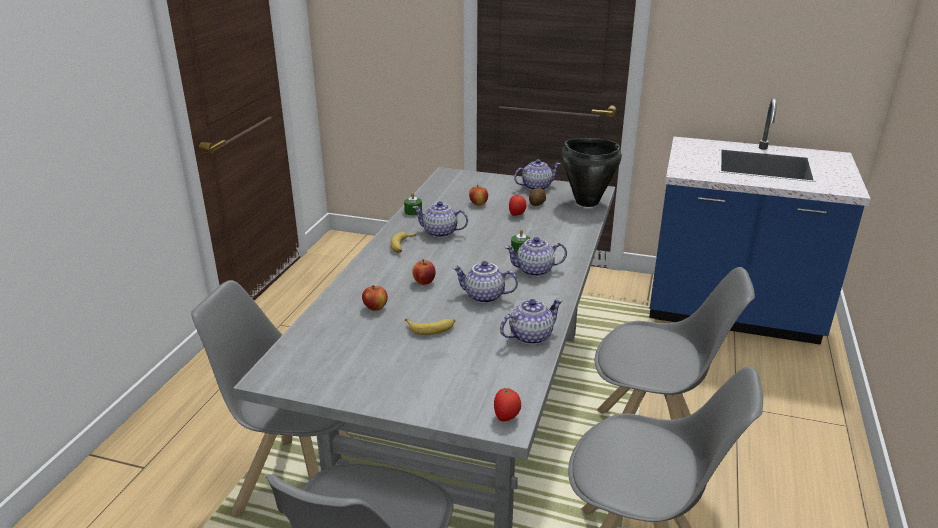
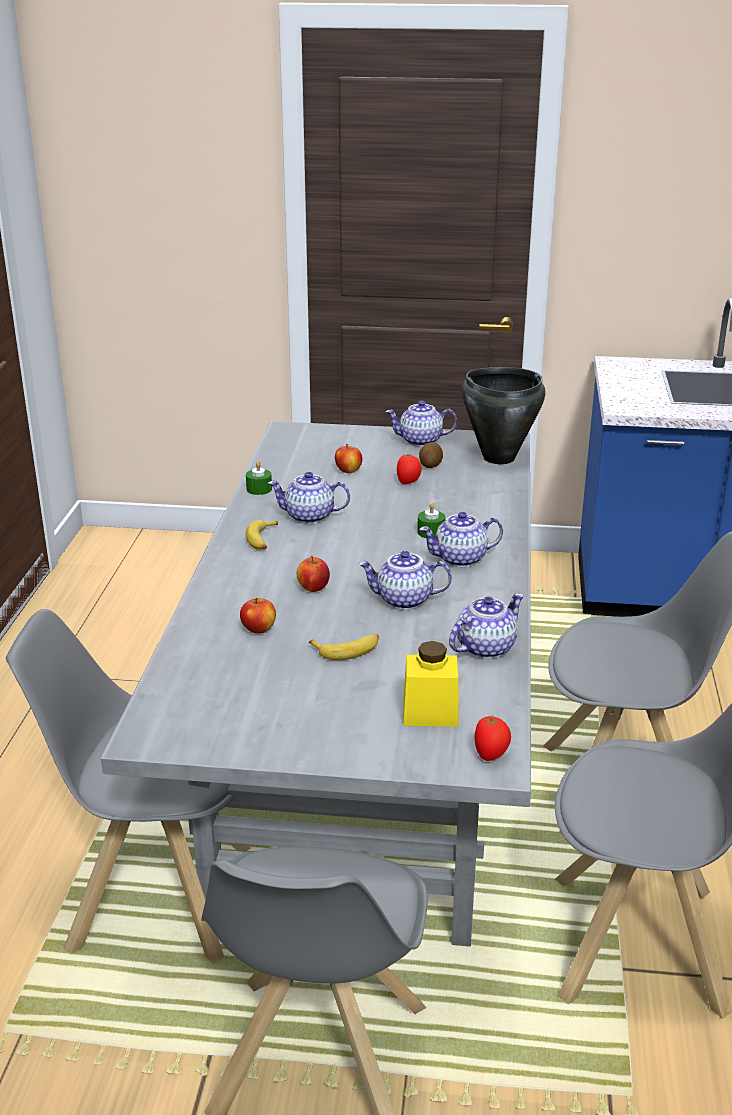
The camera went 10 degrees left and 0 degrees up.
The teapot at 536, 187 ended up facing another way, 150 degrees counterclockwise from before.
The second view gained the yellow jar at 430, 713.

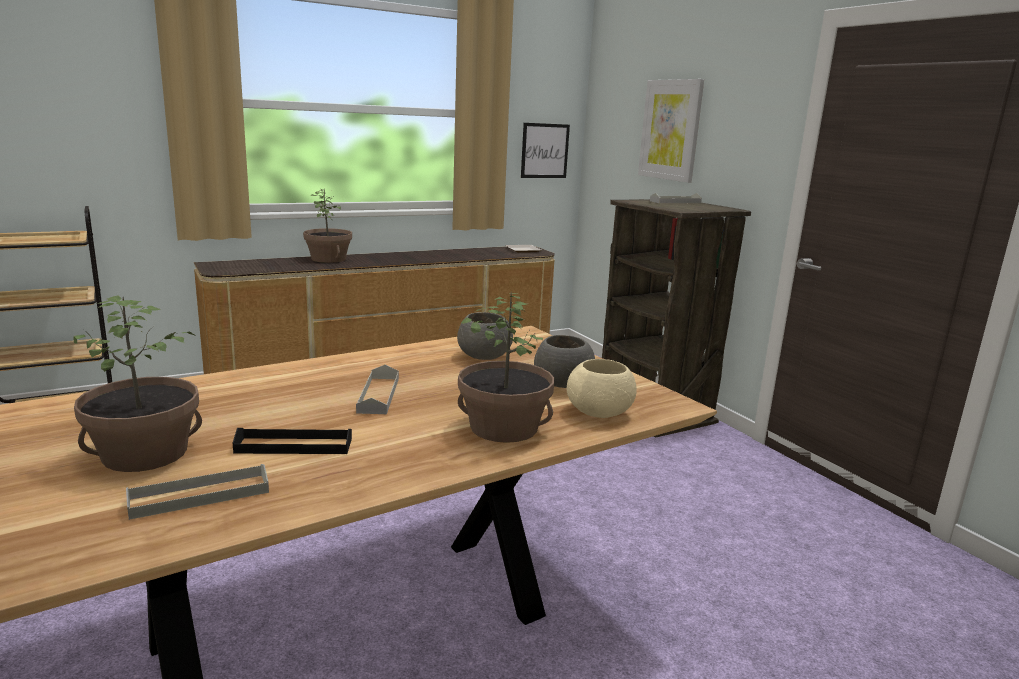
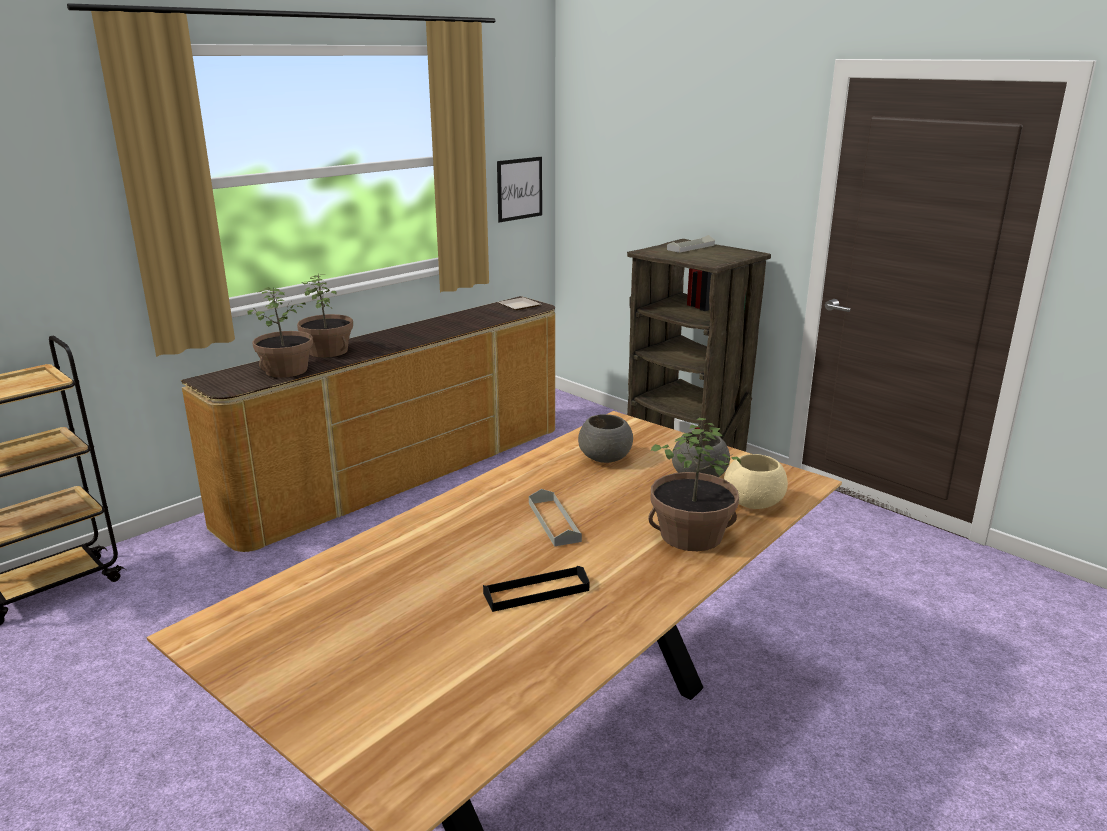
The camera went 15 degrees left and 5 degrees up.
The second view lost the picture at 670, 130.
The potted plant ended up elsewhere, having gone from 145, 454 to 286, 370.
The second view lost the grey tray at 200, 495.

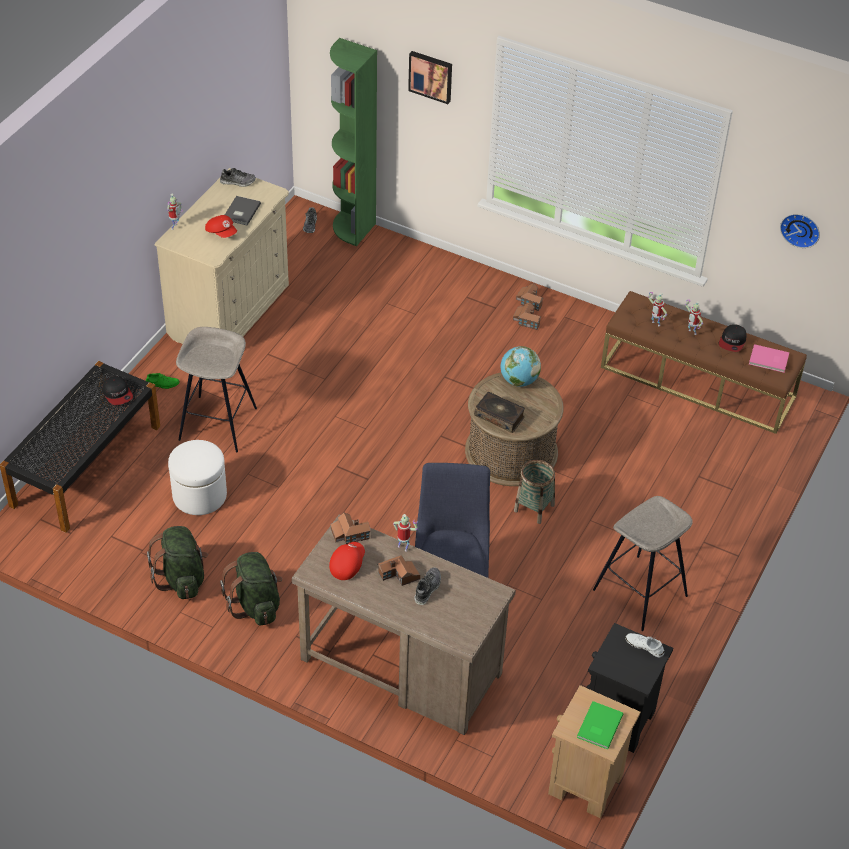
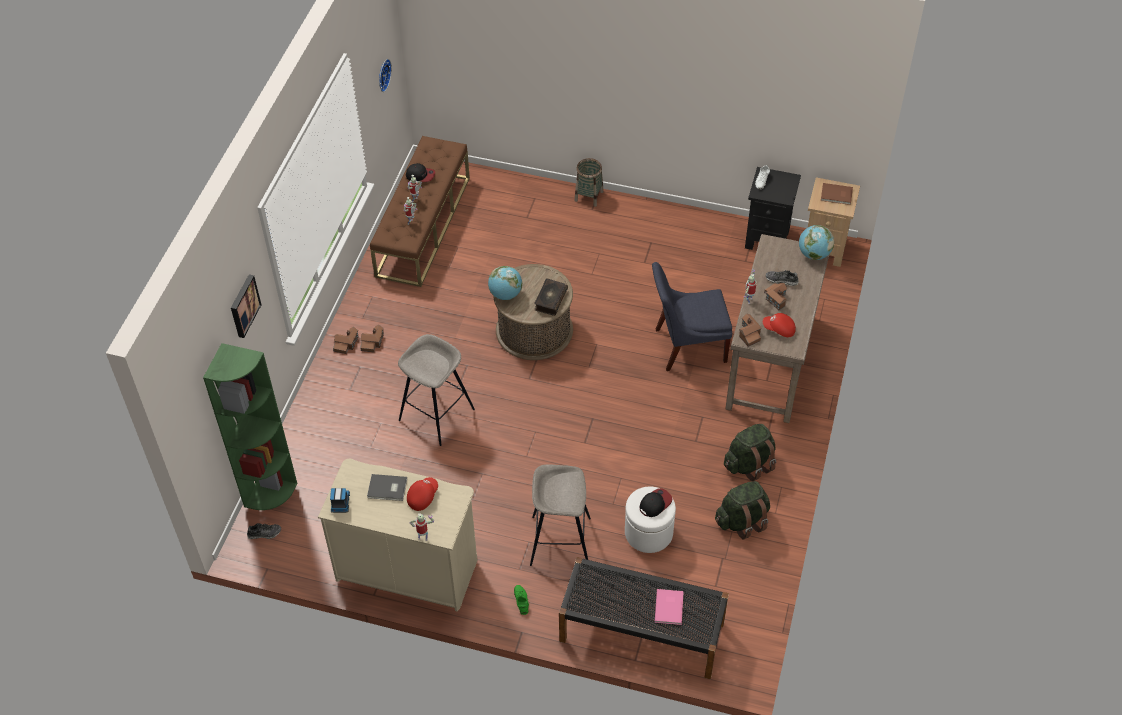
The camera went 100 degrees left and 5 degrees up.
Where the shoe stood at 238, 182, the toy truck came to stand at 340, 503.
The pink book ended up elsewhere, having gone from 769, 360 to 670, 607.
The cap ended up elsewhere, having gone from 117, 394 to 655, 503.
The basket ended up elsewhere, having gone from 534, 508 to 589, 196.
The grey stool ended up elsewhere, having gone from 640, 593 to 437, 415.
What was the green book at 598, 726 turned into the brown book at 837, 195.
The second view gained the globe at 814, 254.

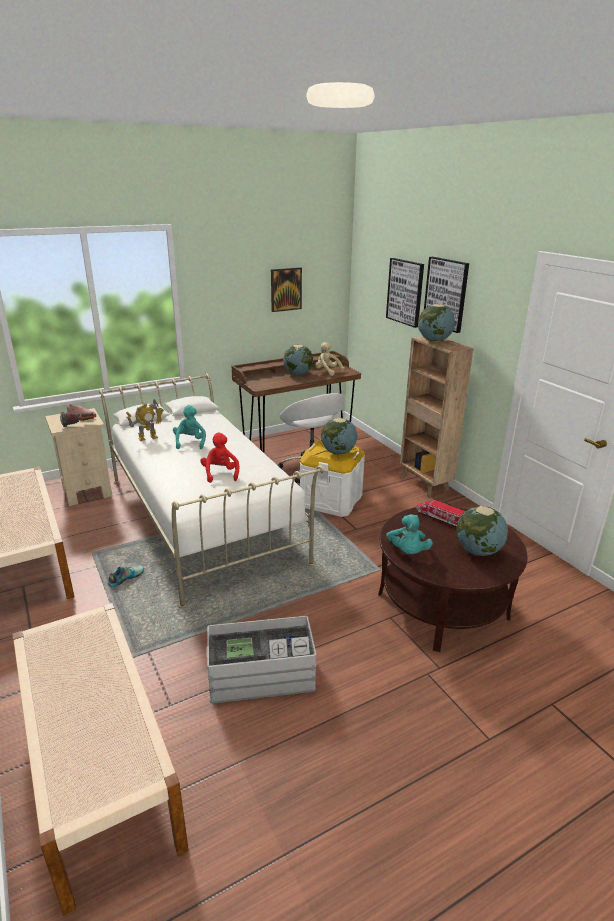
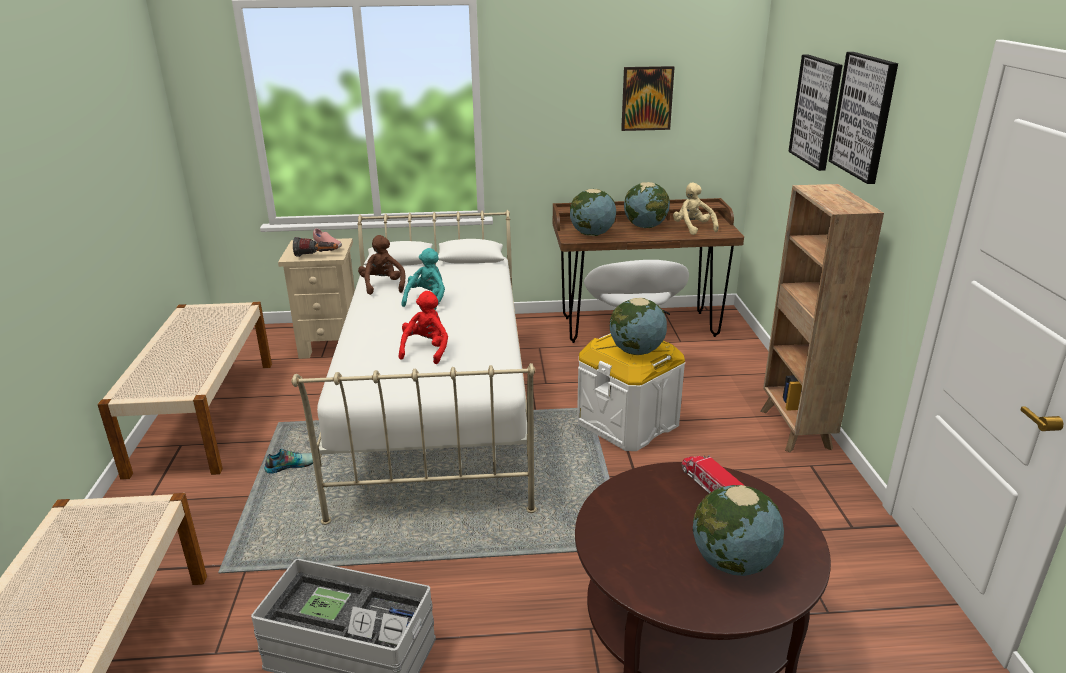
The camera went 25 degrees right and 0 degrees up.
The globe ended up elsewhere, having gone from 434, 341 to 592, 234.
Where the toy robot stood at 148, 438, the brown plush toy came to stand at 383, 286.
The second view lost the turquoise plush toy at 407, 552.

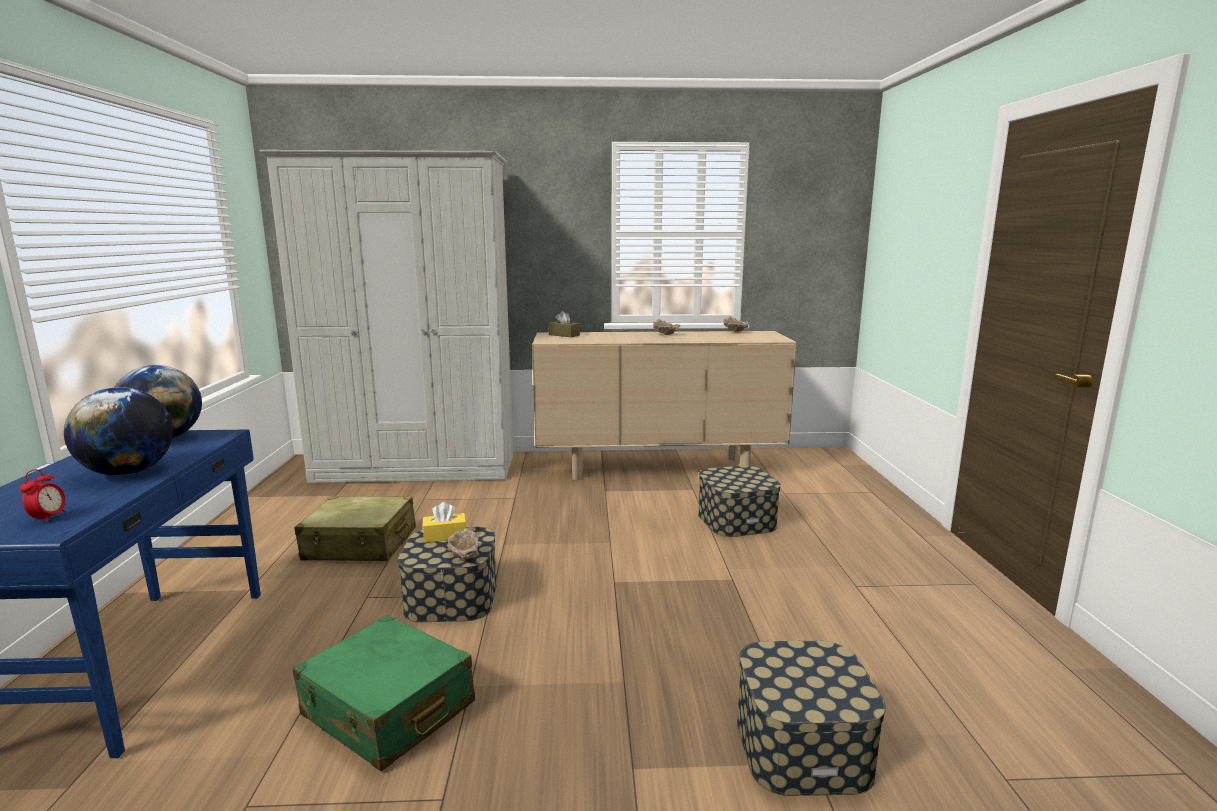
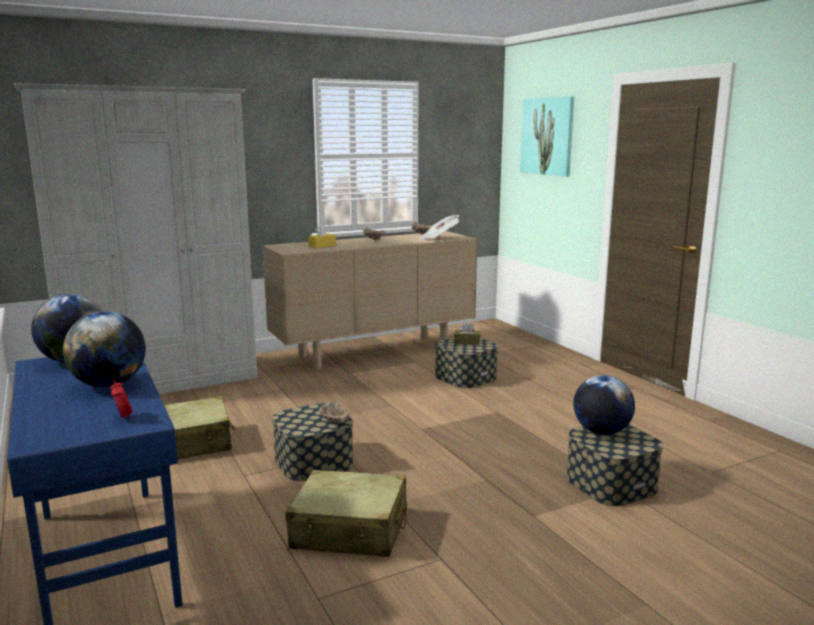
The camera went 25 degrees left and 0 degrees up.
The brown tissue box ended up elsewhere, having gone from 564, 335 to 467, 342.
The yellow tissue box ended up elsewhere, having gone from 445, 535 to 322, 246.
What was the green suitcase at 388, 710 turned into the beige suitcase at 350, 530.
The second view gained the picture at 547, 136.
The second view gained the newspaper at 439, 238.
The second view gained the globe at 601, 432.

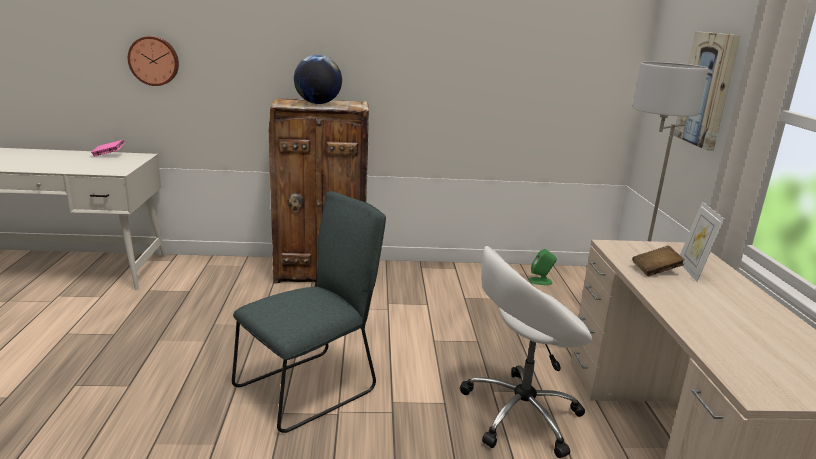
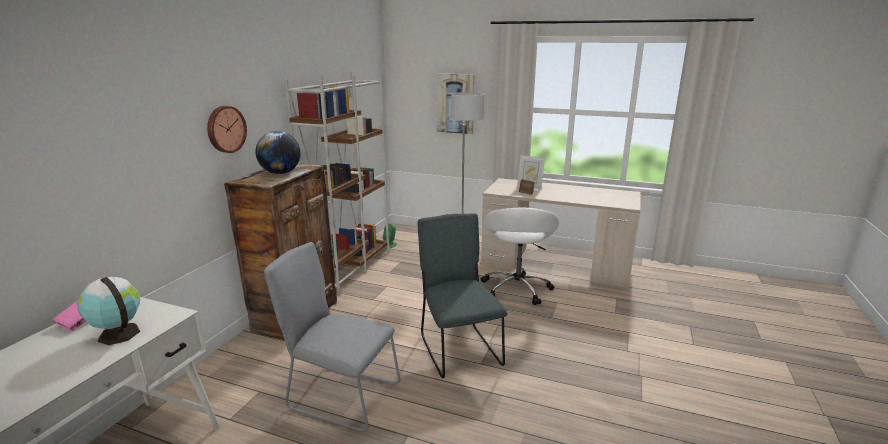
The camera went 65 degrees left and 0 degrees up.
The wall clock ended up elsewhere, having gone from 154, 61 to 225, 129.
The second view gained the brown bookcase at 351, 268.
The second view gained the grey chair at 340, 395.
The second view gained the globe at 118, 333.

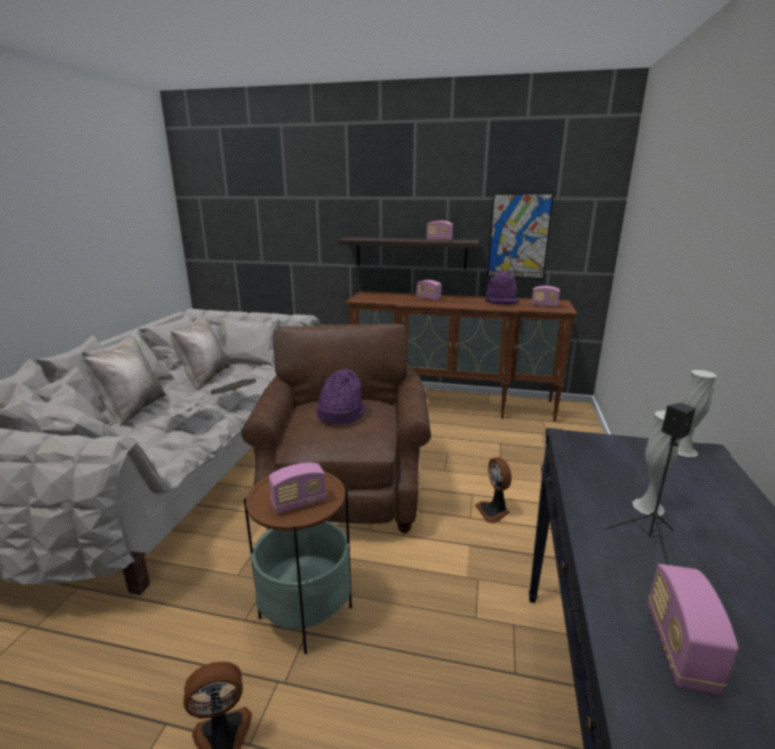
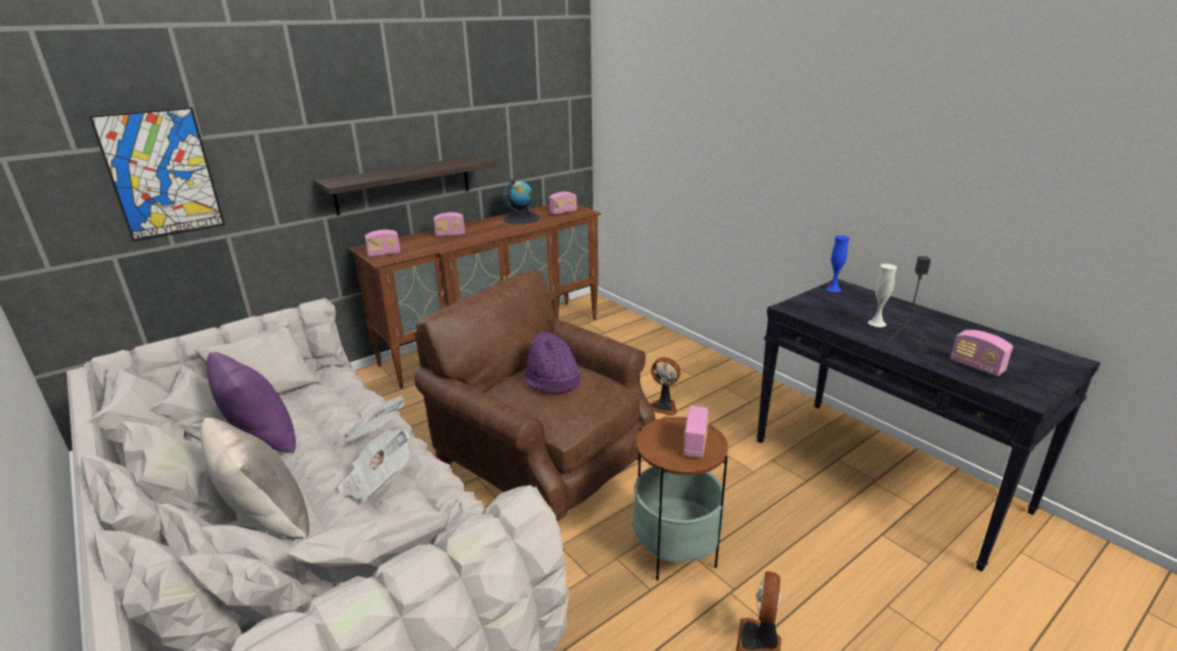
The camera went 50 degrees left and 5 degrees up.
The picture ended up elsewhere, having gone from 519, 237 to 162, 174.
The radio ended up elsewhere, having gone from 439, 240 to 384, 254.
Where the purple hat stood at 501, 301, the globe came to stand at 521, 218.
What was the beige pillow at 204, 377 turned into the purple pillow at 261, 438.
What was the white vase at 684, 451 turned into the blue vase at 833, 289.

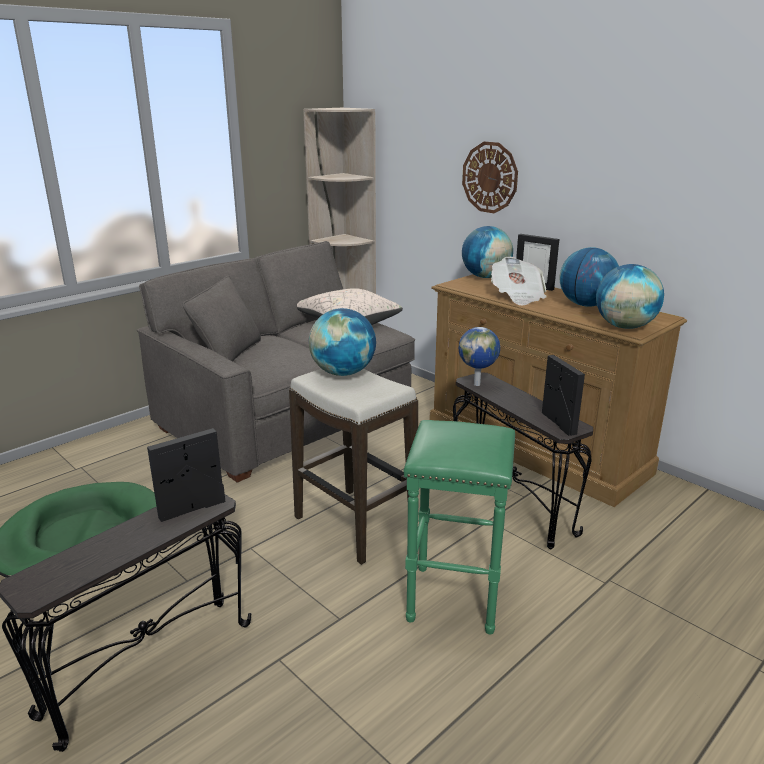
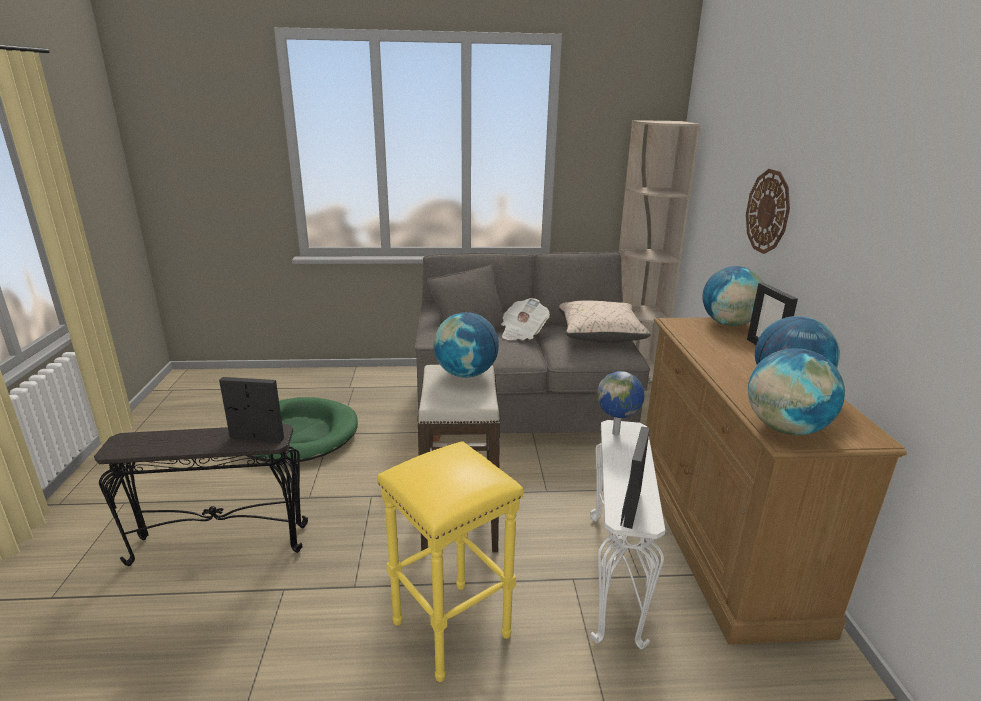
The camera went 40 degrees right and 0 degrees up.
The newspaper ended up elsewhere, having gone from 517, 296 to 522, 332.
What was the black side table at 510, 504 turned into the white side table at 614, 576.
What was the green stool at 452, 596 turned into the yellow stool at 451, 626.

